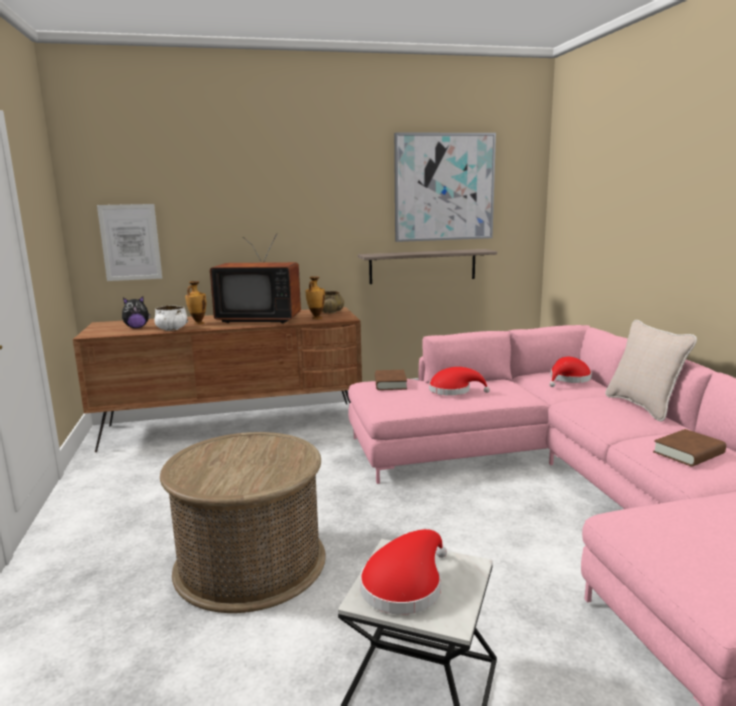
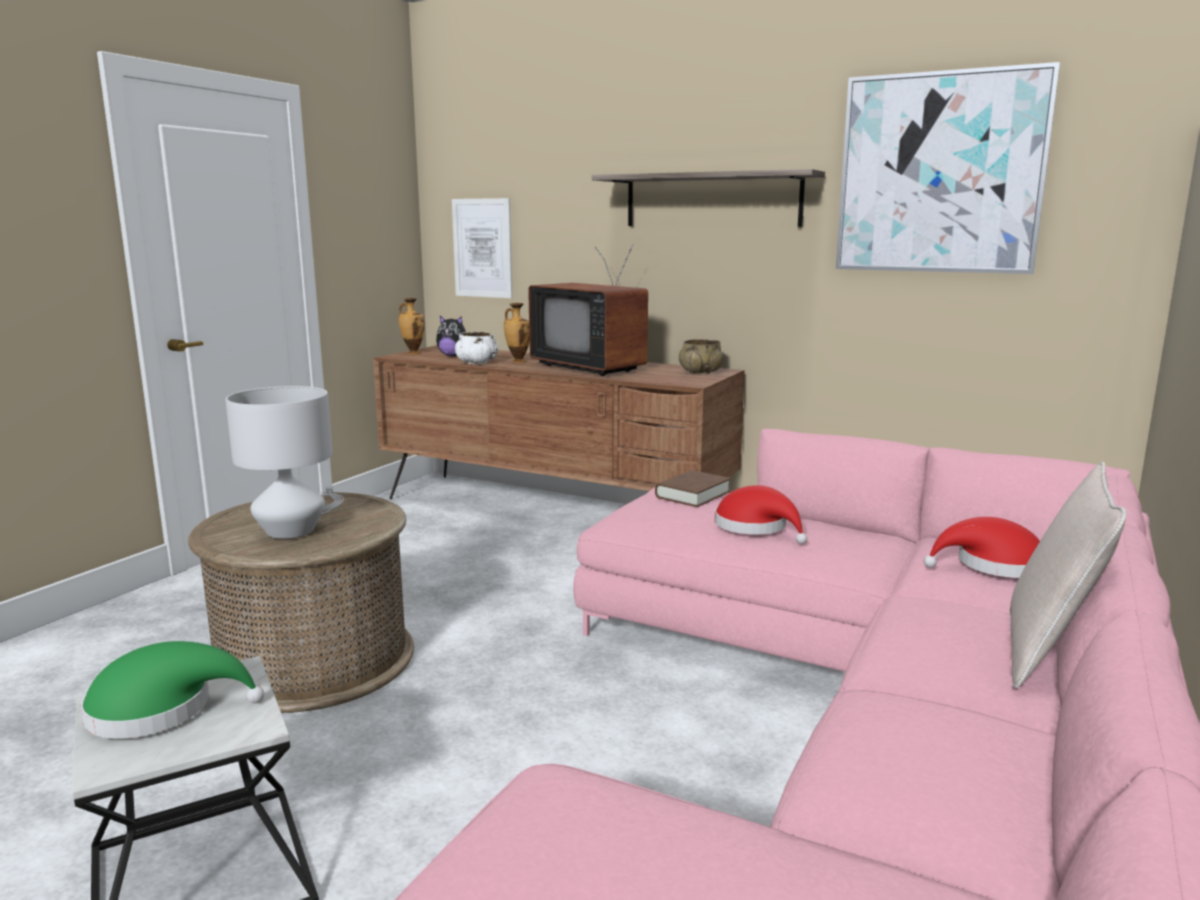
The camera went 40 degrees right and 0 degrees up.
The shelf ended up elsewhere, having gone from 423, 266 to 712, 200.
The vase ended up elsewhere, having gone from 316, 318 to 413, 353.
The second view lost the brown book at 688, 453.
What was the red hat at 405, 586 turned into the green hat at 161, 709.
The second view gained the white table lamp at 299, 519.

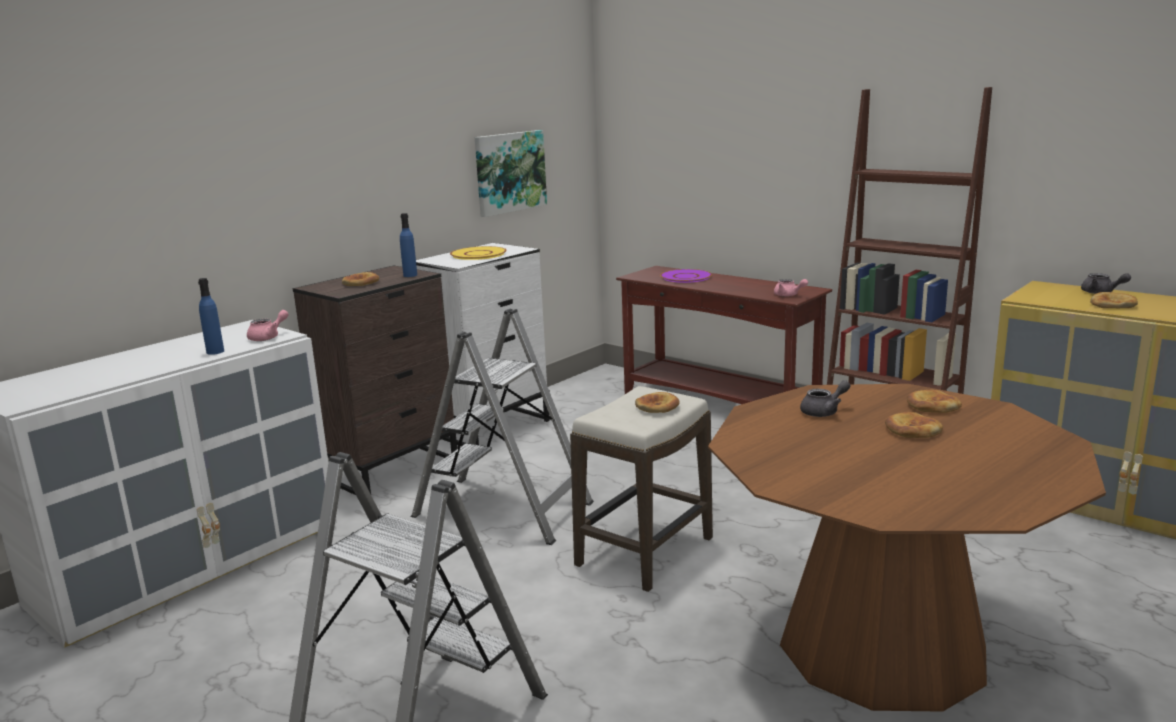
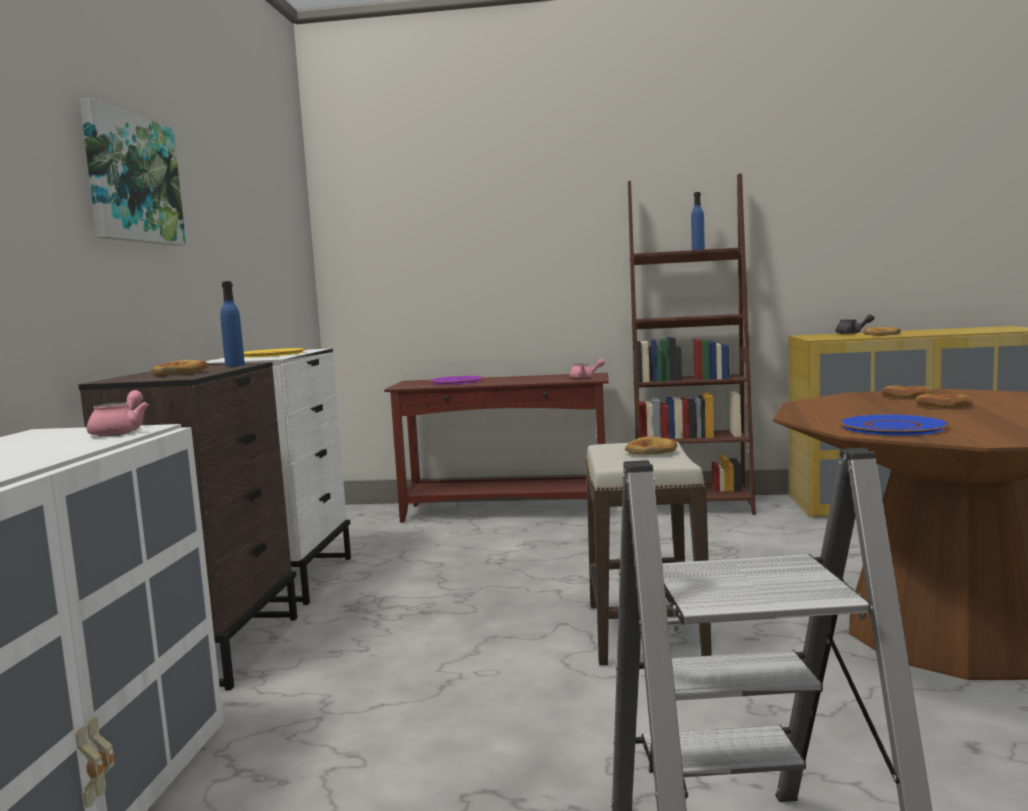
The camera went 35 degrees left and 10 degrees down.
The picture ended up elsewhere, having gone from 509, 172 to 132, 179.
The blue bottle ended up elsewhere, having gone from 215, 352 to 698, 249.
The second view lost the grey step ladder at 504, 509.
The second view lost the grey teapot at 824, 412.
The second view gained the blue plate at 893, 427.

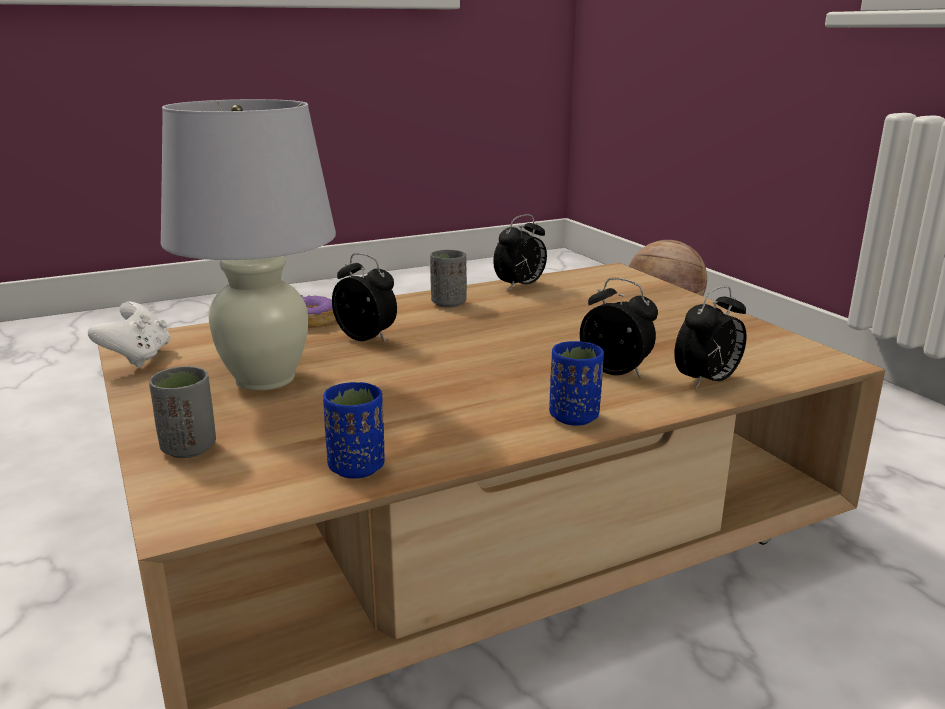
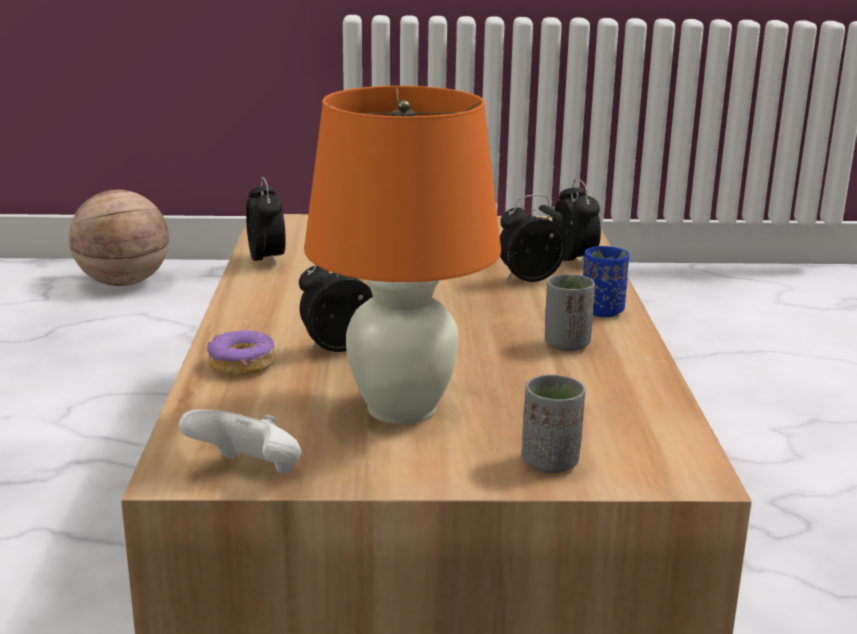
The camera went 65 degrees left and 0 degrees up.
What was the white table lamp at 265, 378 turned into the orange table lamp at 401, 409.
The grey cup ended up elsewhere, having gone from 448, 303 to 567, 344.
The second view lost the blue cup at 357, 468.

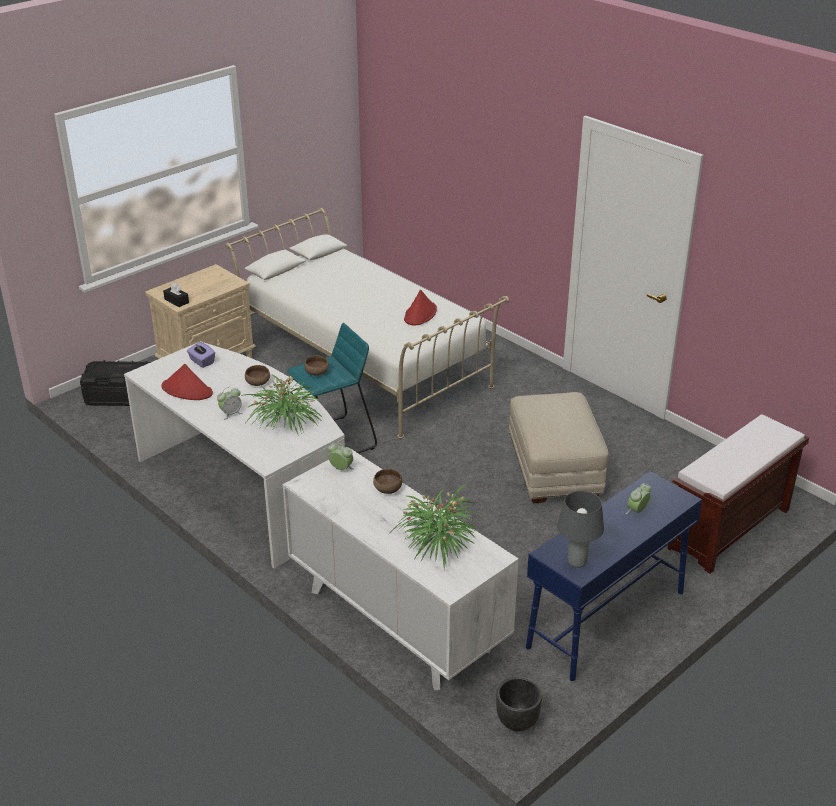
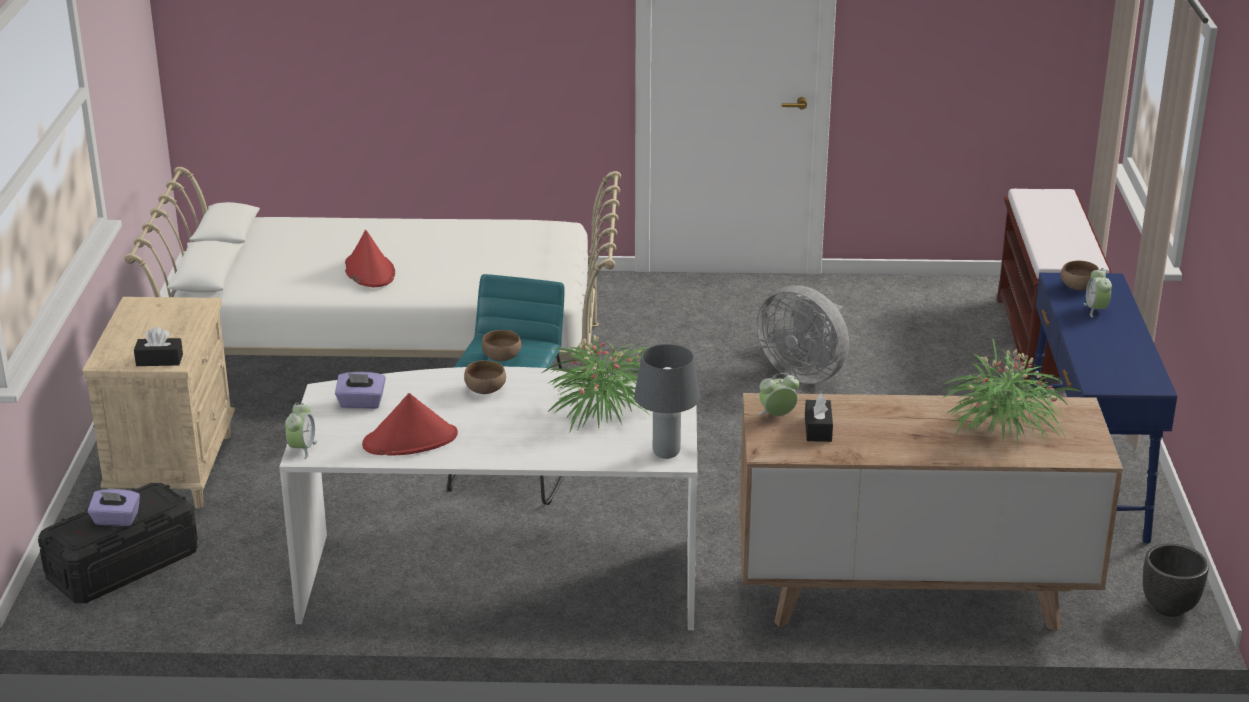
The camera went 45 degrees left and 5 degrees down.
The red hat ended up elsewhere, having gone from 420, 314 to 369, 271.
The alarm clock ended up elsewhere, having gone from 231, 413 to 302, 449.
Where the beige ottoman stood at 554, 470, the grey fan came to stand at 804, 372.
What was the white dresser at 396, 621 turned into the green dresser at 911, 596.
The brown bowl ended up elsewhere, having gone from 387, 489 to 1078, 287.
The grey table lamp ended up elsewhere, having gone from 576, 562 to 665, 453.
The second view gained the black tissue box at 818, 429.
The second view gained the purple tissue box at 116, 520.

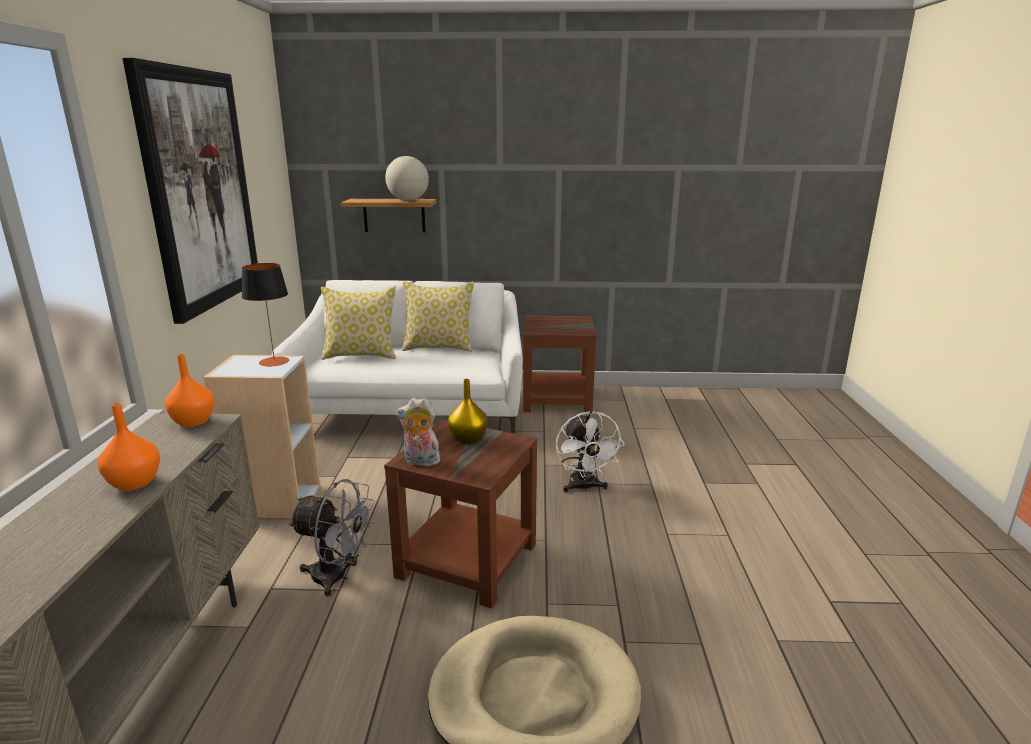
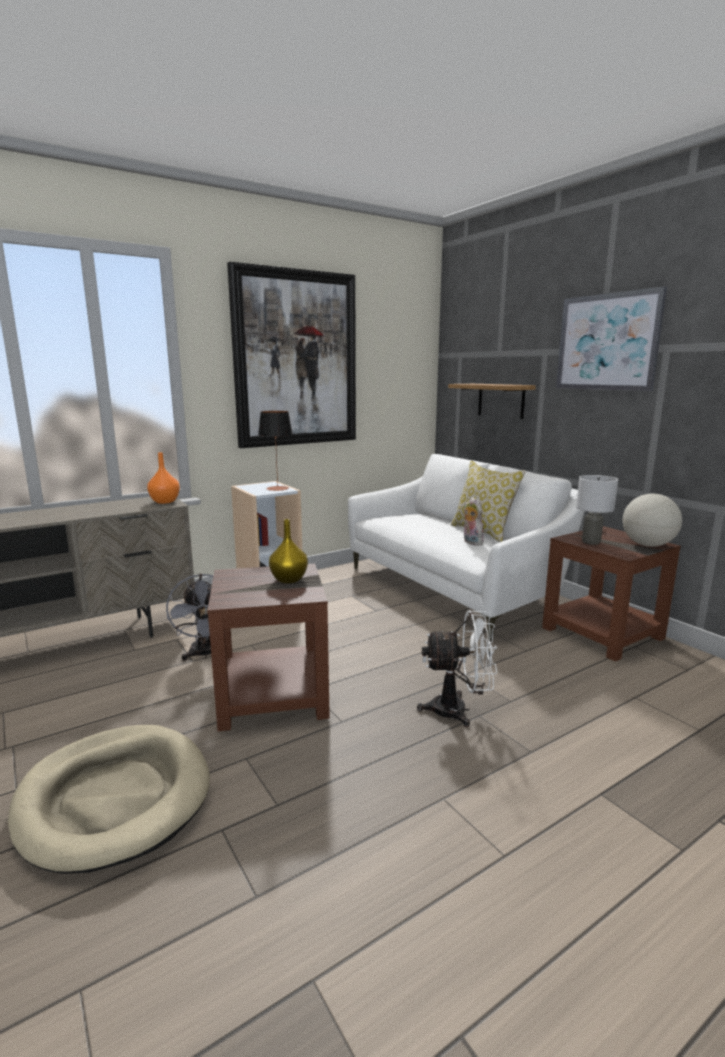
The camera went 55 degrees right and 5 degrees down.
The globe ended up elsewhere, having gone from 408, 200 to 648, 545.
The second view lost the pillow at 361, 355.
The plush toy ended up elsewhere, having gone from 420, 462 to 471, 542.
The second view lost the orange vase at 133, 483.
The white fan at 584, 487 ended up facing another way, 135 degrees counterclockwise from before.
The second view gained the picture at 607, 342.
The second view gained the white table lamp at 590, 542.

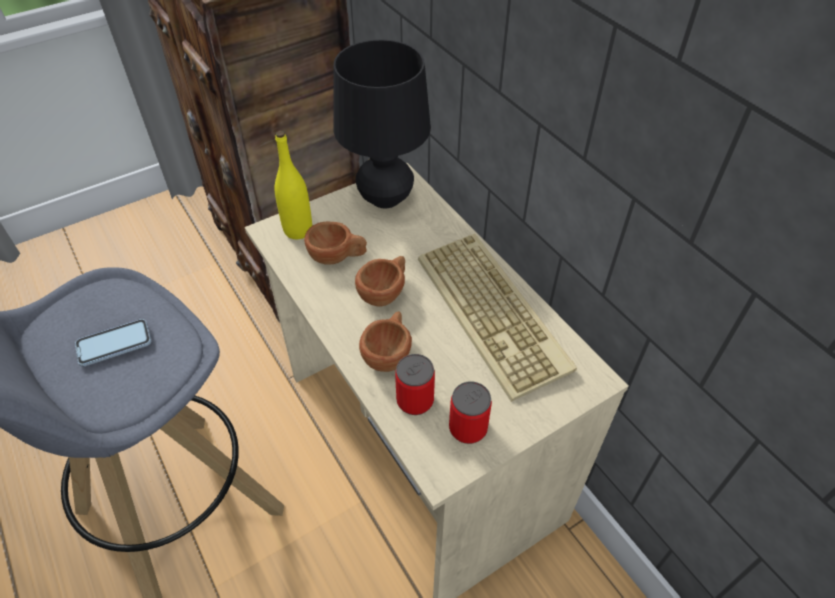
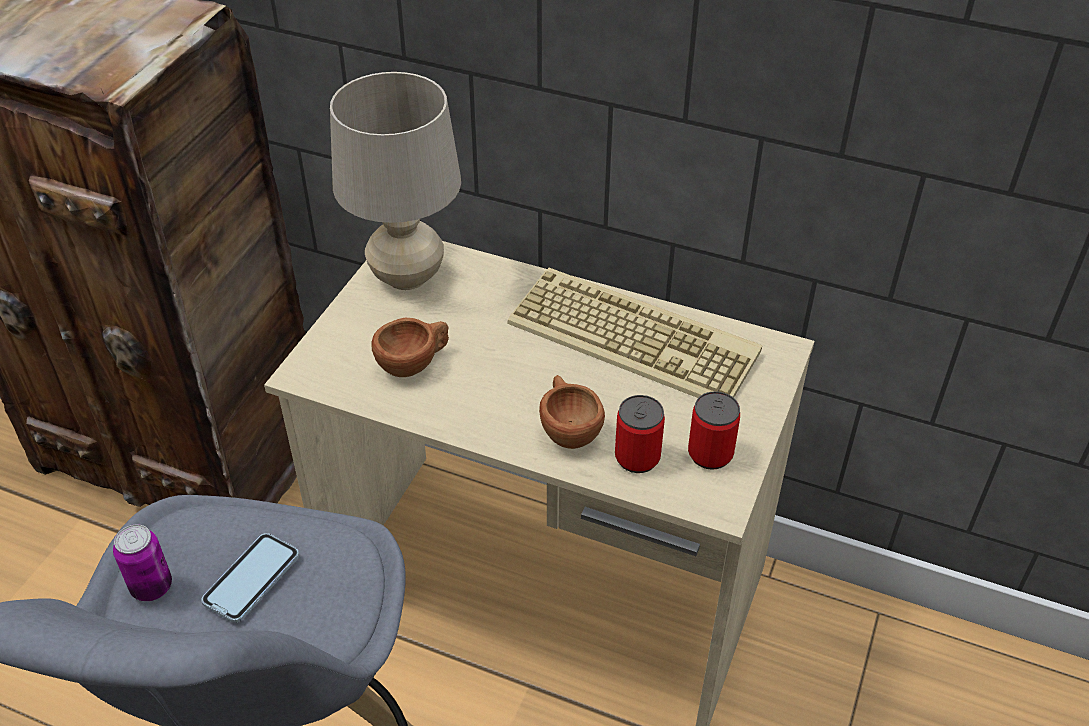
The camera went 35 degrees left and 5 degrees down.
What was the black table lamp at 385, 198 turned into the beige table lamp at 407, 277.
The second view lost the yellow bottle at 298, 230.
The second view lost the brown cup at 385, 292.
The second view gained the can at 152, 587.

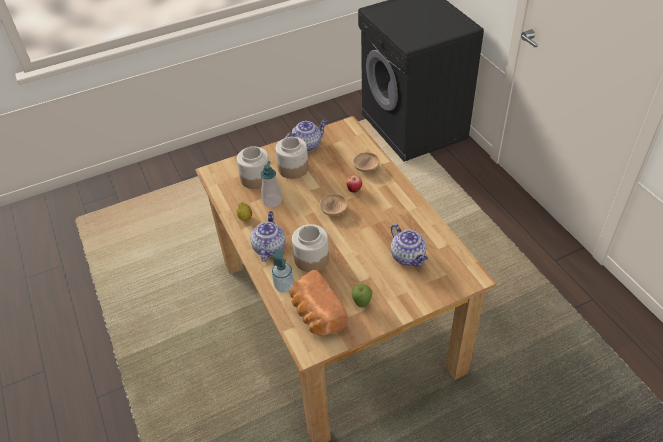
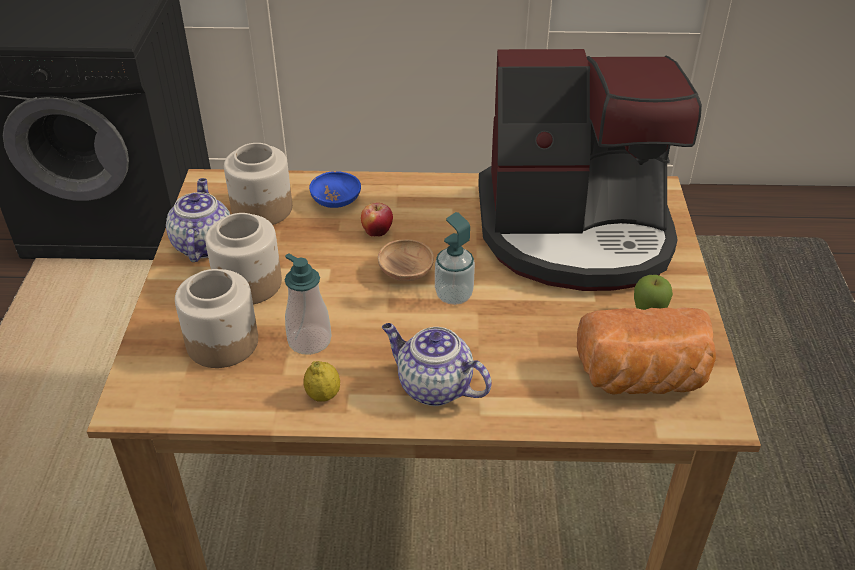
The camera went 65 degrees left and 5 degrees down.
What was the brown bowl at 366, 168 turned into the blue bowl at 336, 201.
The jar ended up elsewhere, having gone from 311, 258 to 261, 209.
Where the teapot stood at 408, 257, the coffee machine came to stand at 576, 232.
The soap dispenser ended up elsewhere, having gone from 284, 286 to 454, 295.

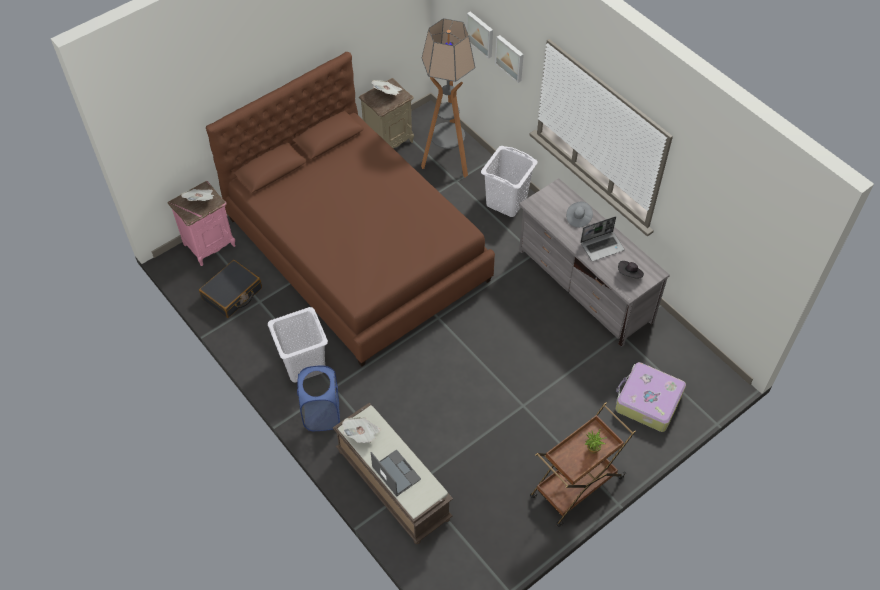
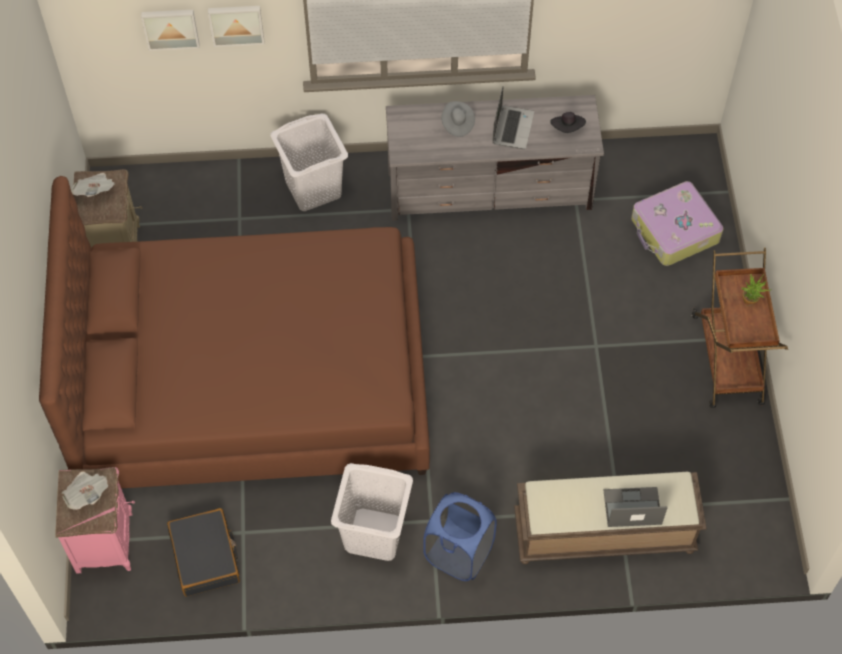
The camera went 55 degrees left and 5 degrees up.
The second view lost the floor lamp at 447, 162.
The second view lost the newspaper at 362, 434.

